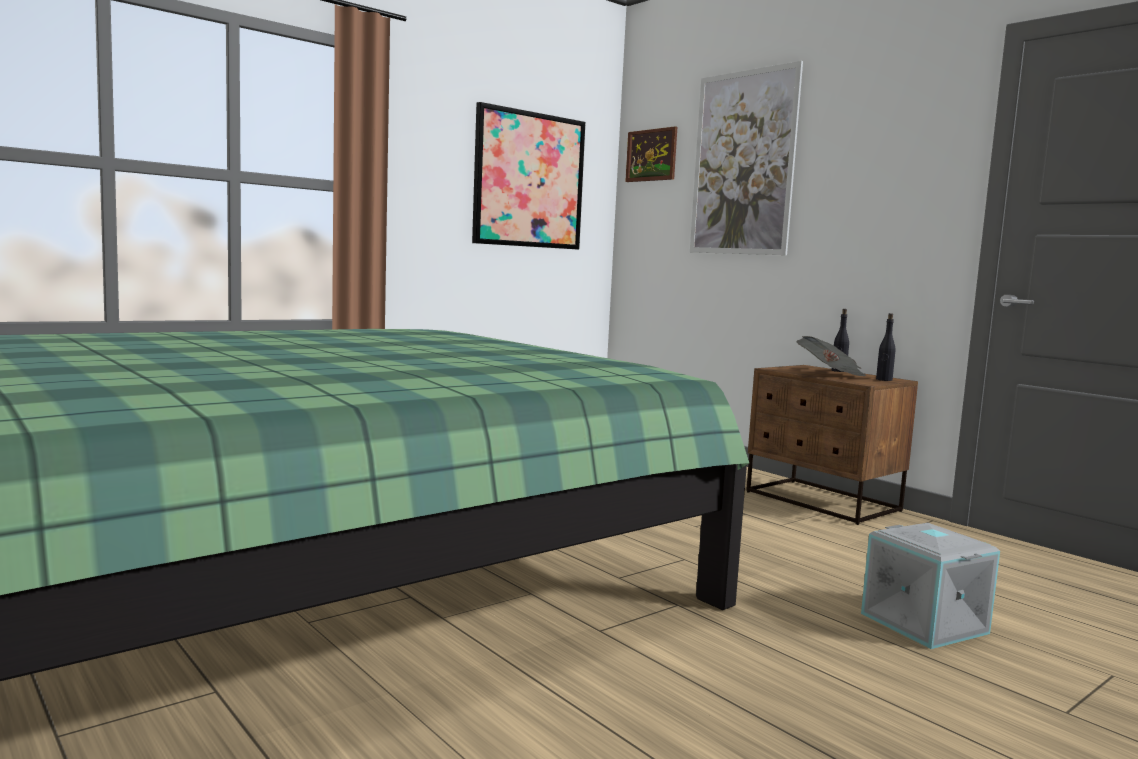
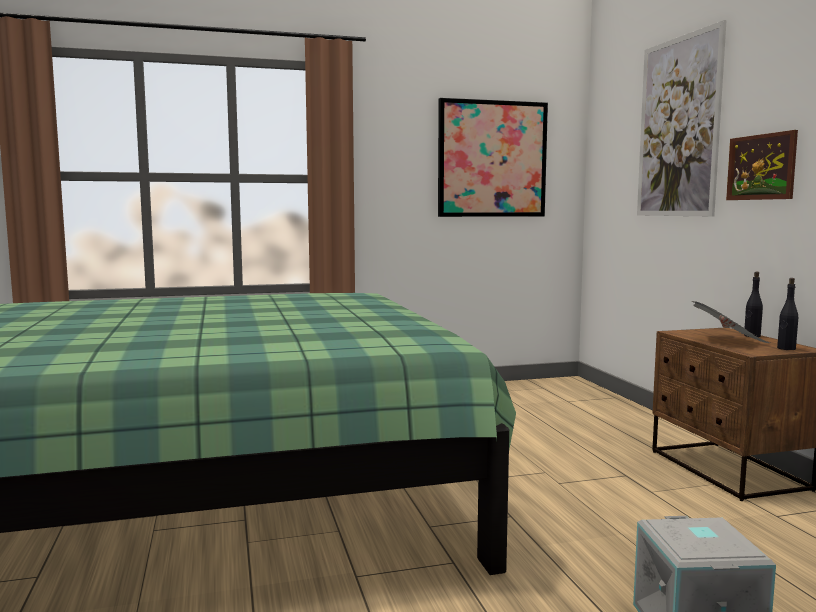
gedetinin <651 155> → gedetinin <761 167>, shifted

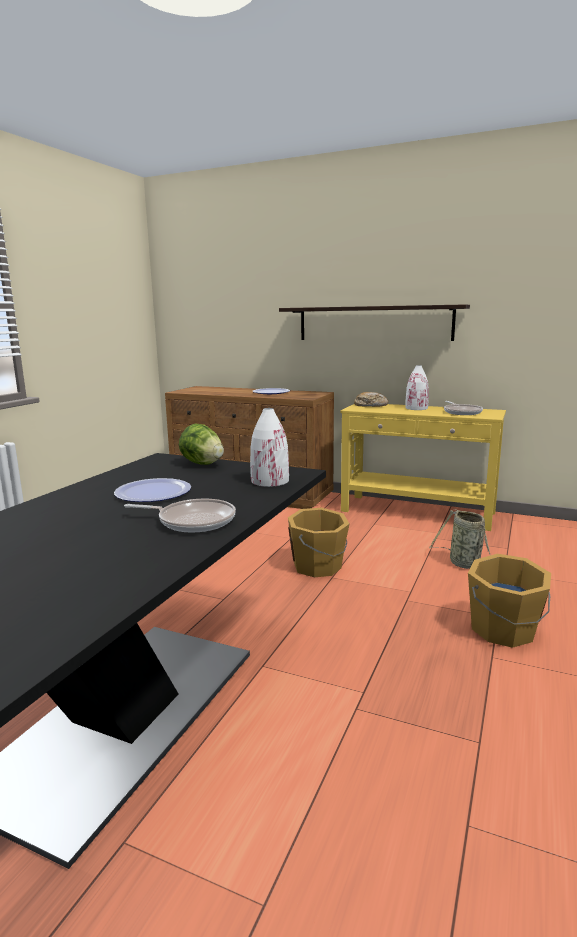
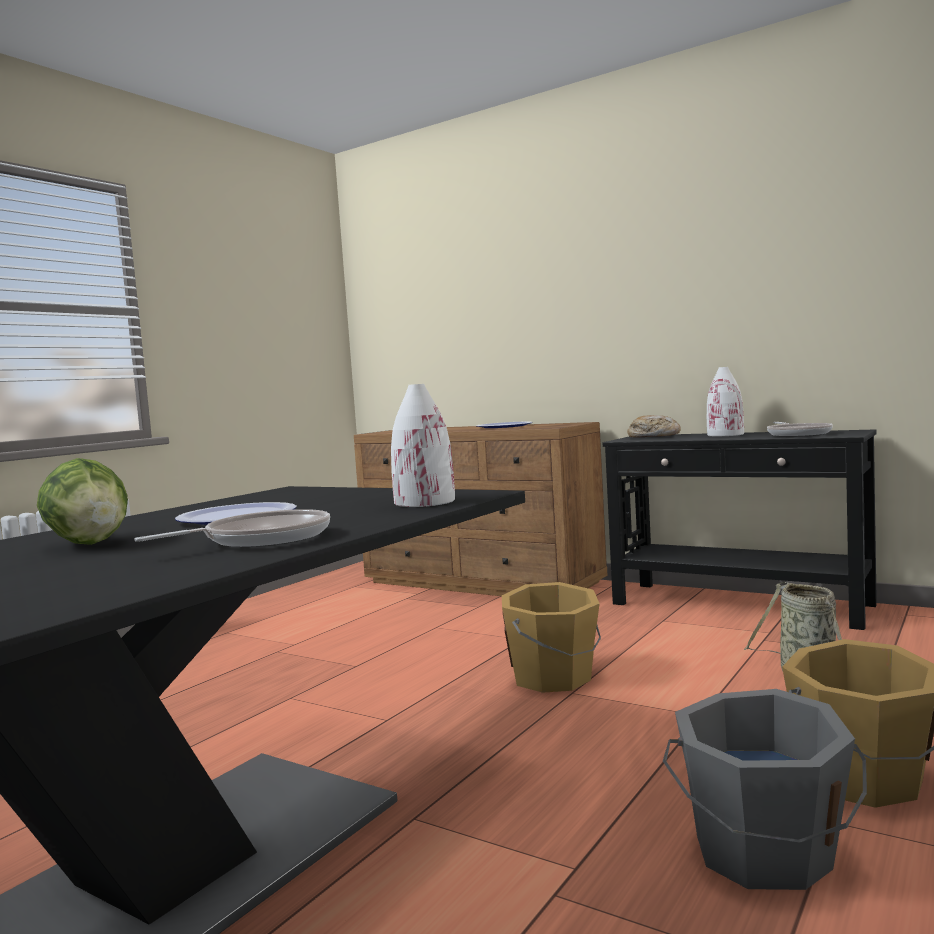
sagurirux <374 323> → -
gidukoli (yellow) <417 512> → gidukoli (black) <740 605>
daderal <202 463> → daderal <90 543>, shifted
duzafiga <192 521> → duzafiga <260 539>, 60 degrees counterclockwise
- → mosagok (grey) <763 854>

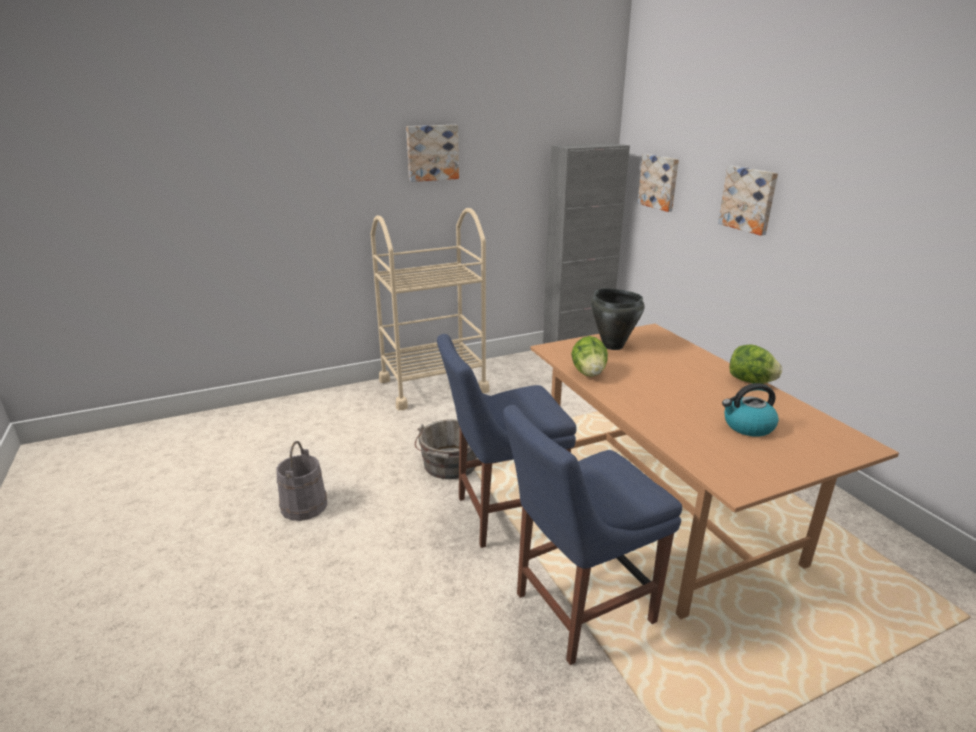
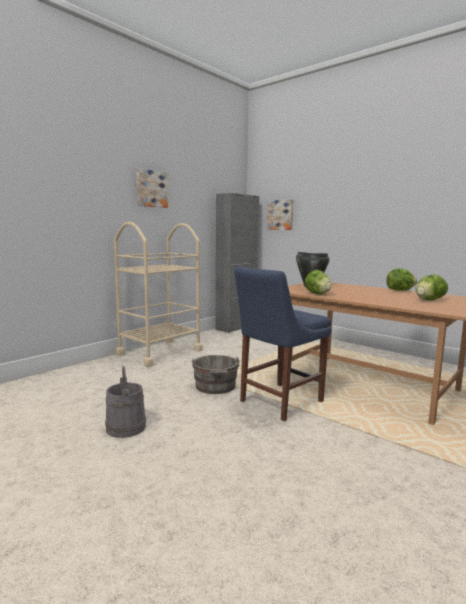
gedetinin <749 199> → -
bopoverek <747 426> → daderal <429 300>
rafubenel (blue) <578 609> → -

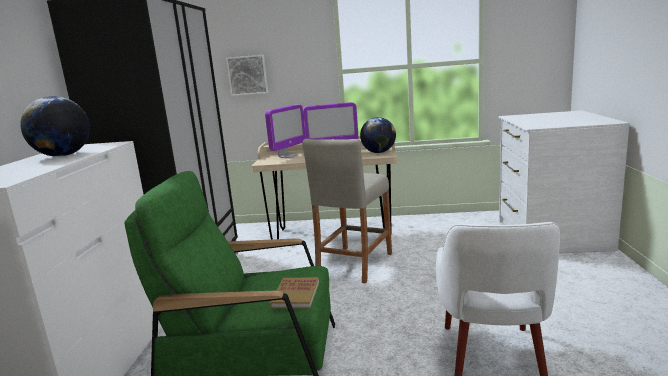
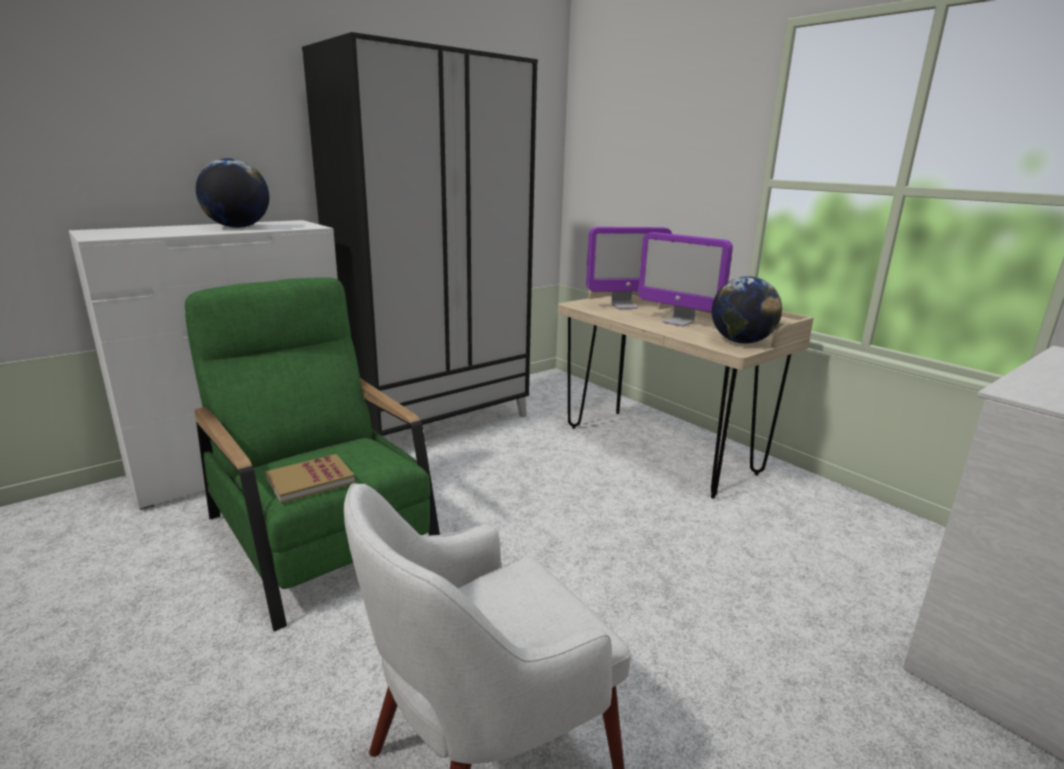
gedetinin <248 75> → -
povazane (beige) <354 264> → -

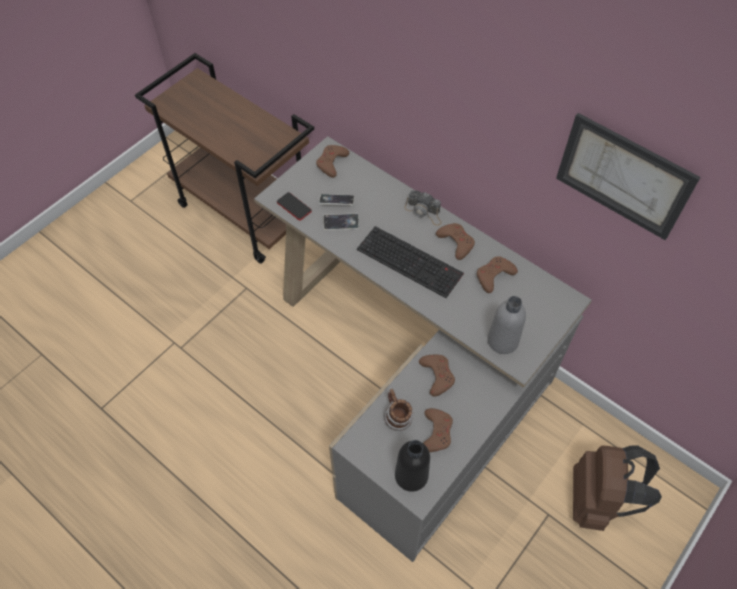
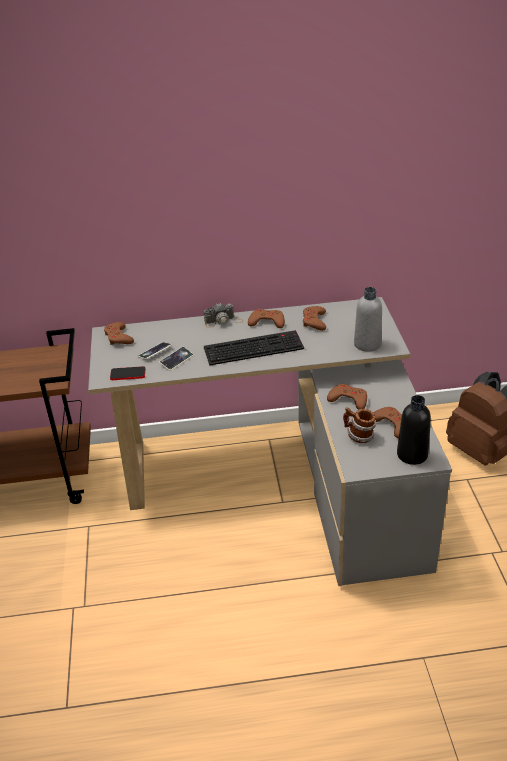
gedetinin <623 176> → -

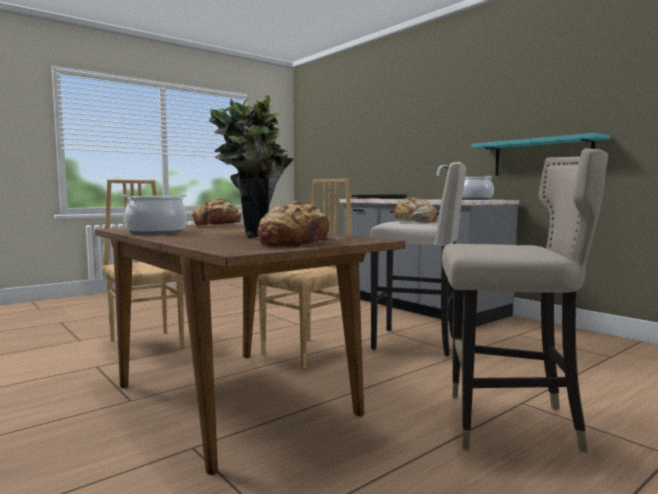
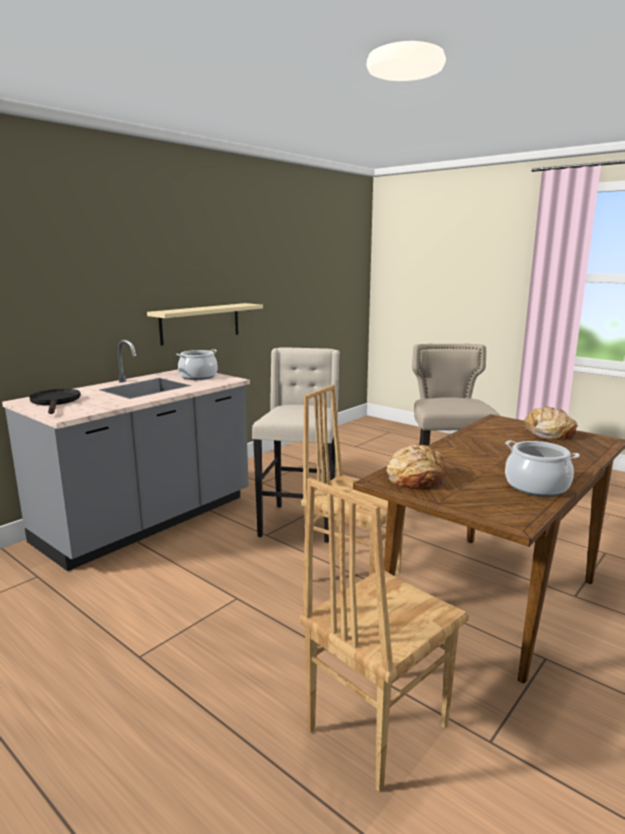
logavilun <254 235> → -
sagurirux (turquoise) <541 157> → sagurirux (beige) <200 323>
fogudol <414 221> → -

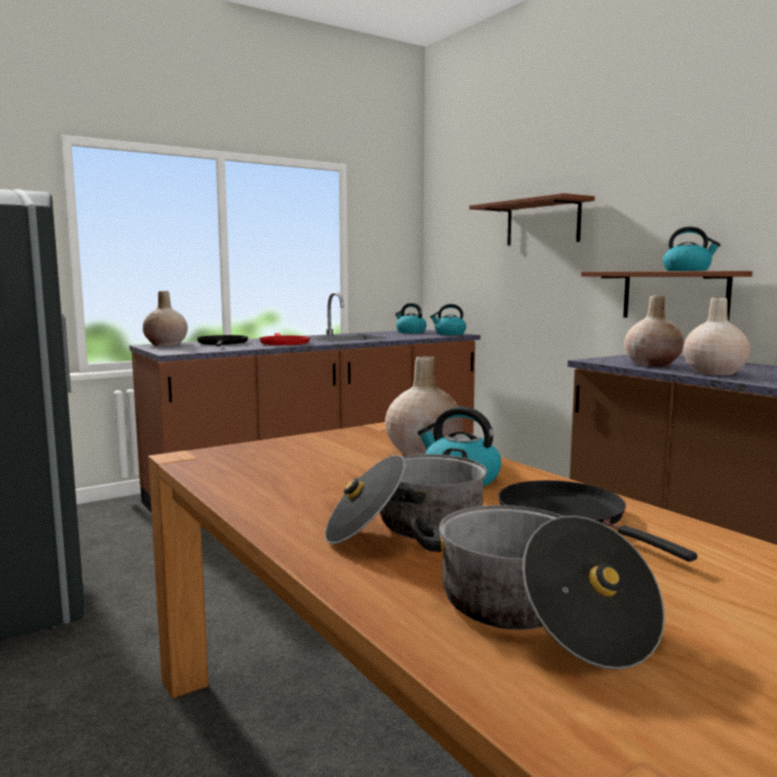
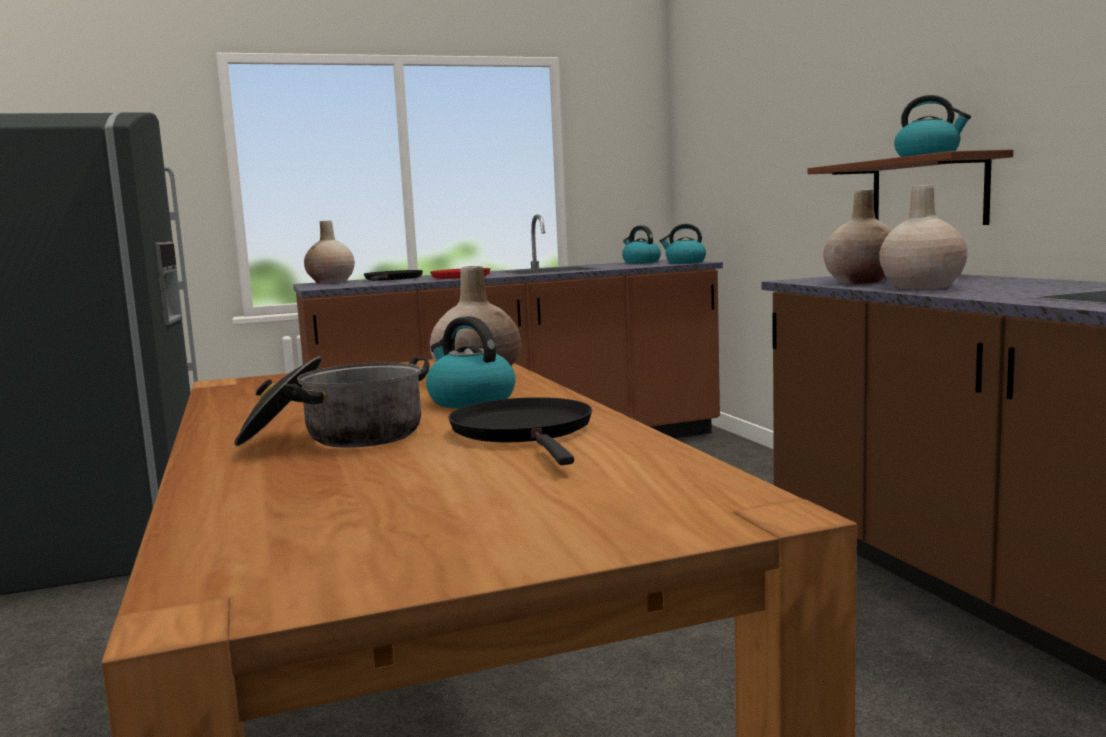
sagurirux (brown) <542 223> → -
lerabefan <536 614> → -

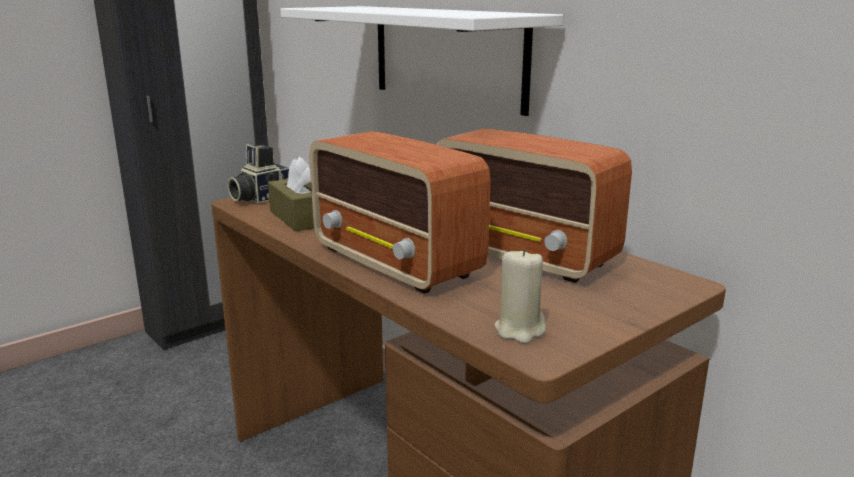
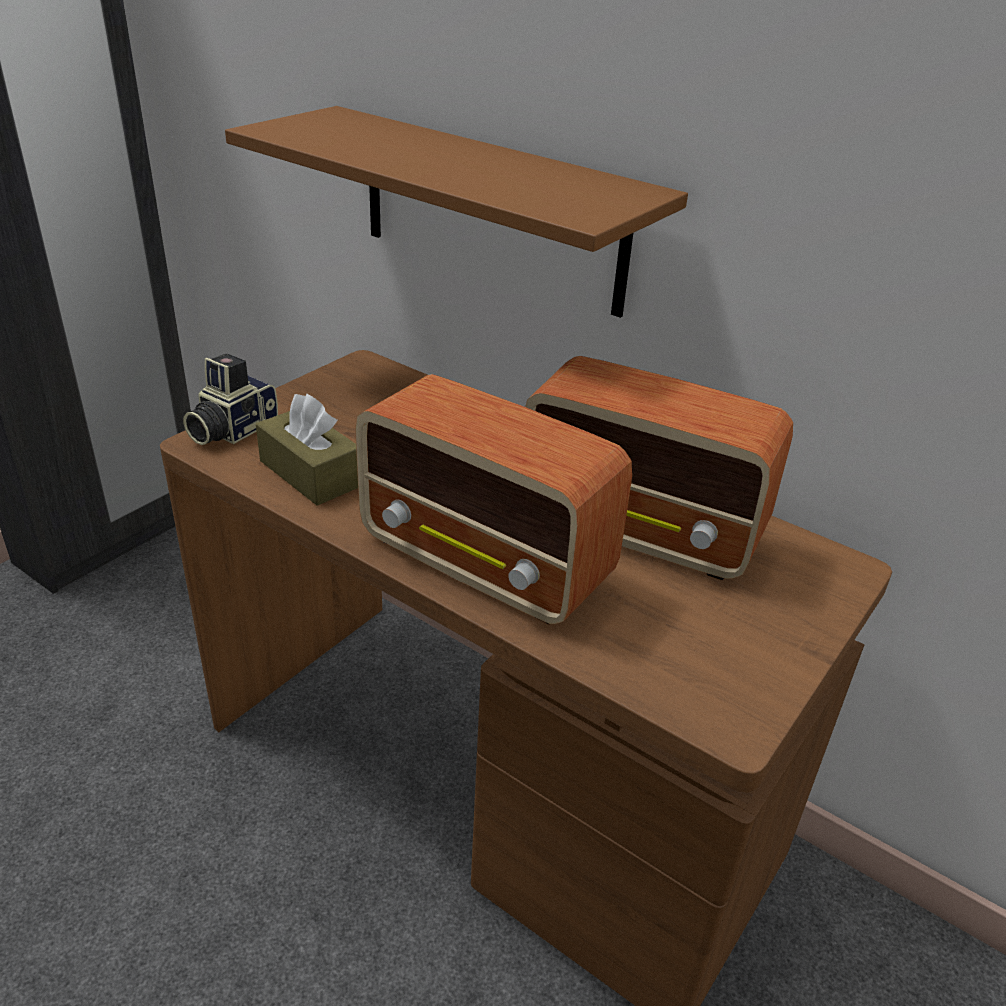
sagurirux (white) <447 56> → sagurirux (brown) <490 210>
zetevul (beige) <519 330> → -

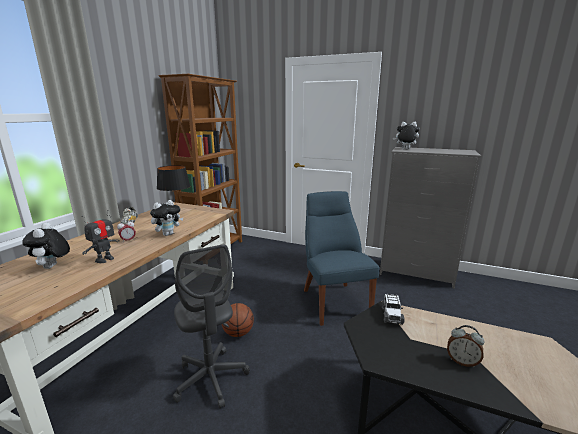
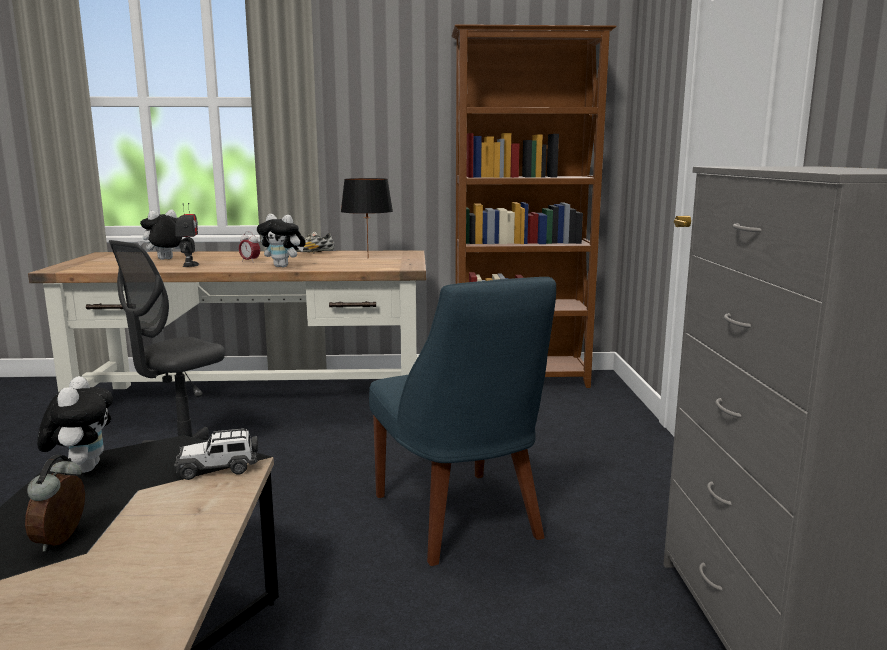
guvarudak <405 149> → guvarudak <83 468>, shifted
rafubenel (blue) <334 300> → rafubenel (blue) <460 520>, 105 degrees clockwise
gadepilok <105 259> → gadepilok <190 265>, 105 degrees counterclockwise
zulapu <238 332> → -

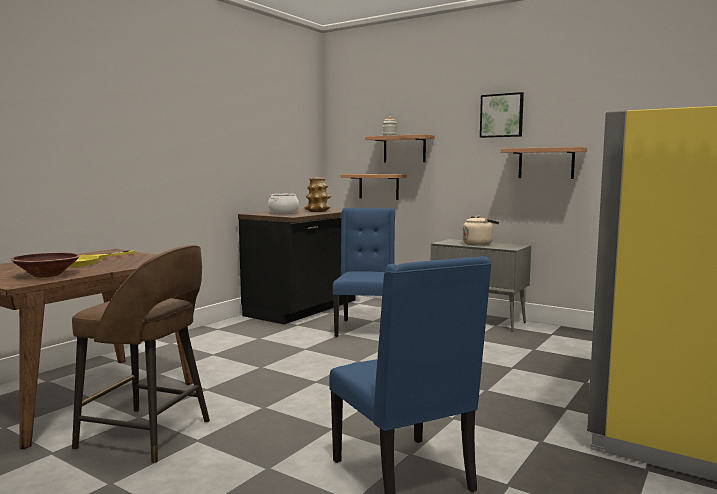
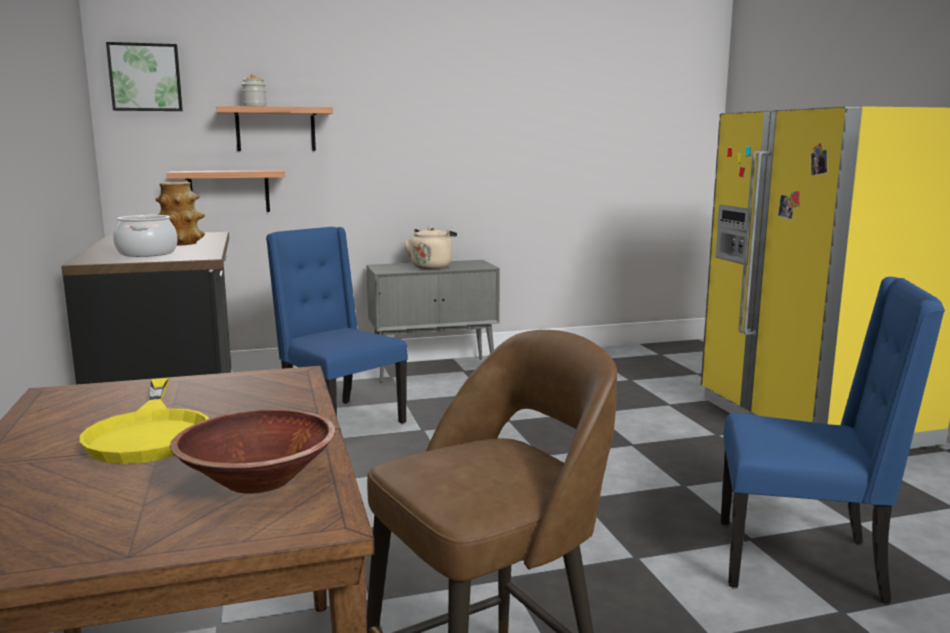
gedetinin <502 115> → gedetinin <145 77>, shifted
sagurirux <546 163> → -

